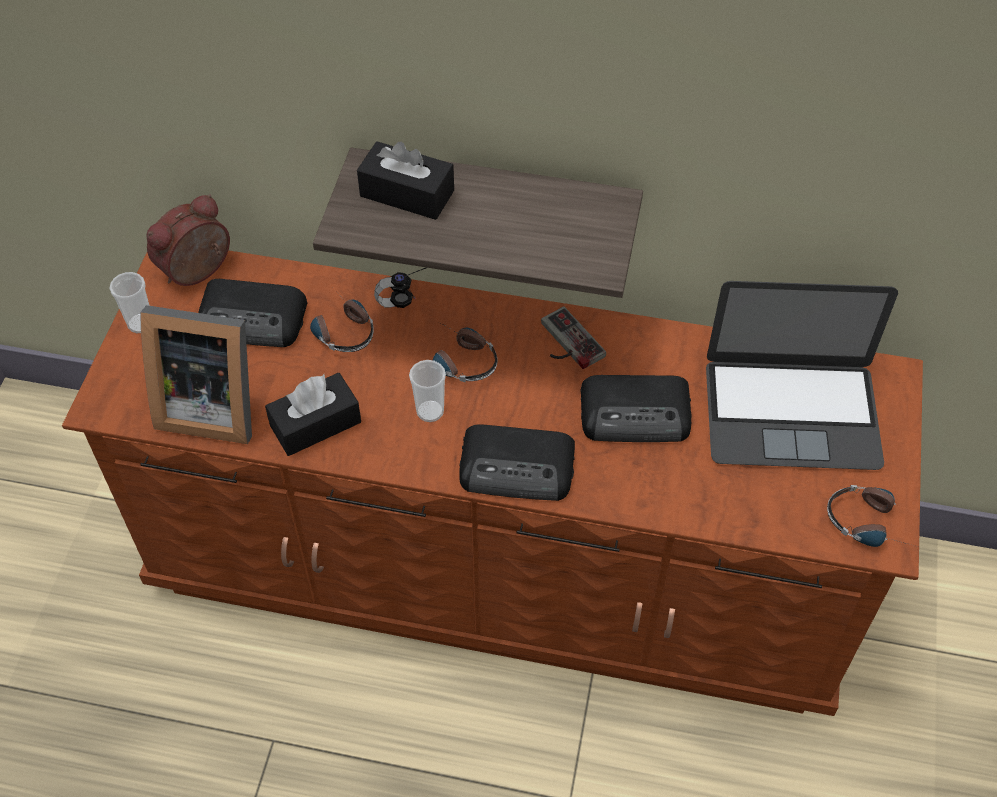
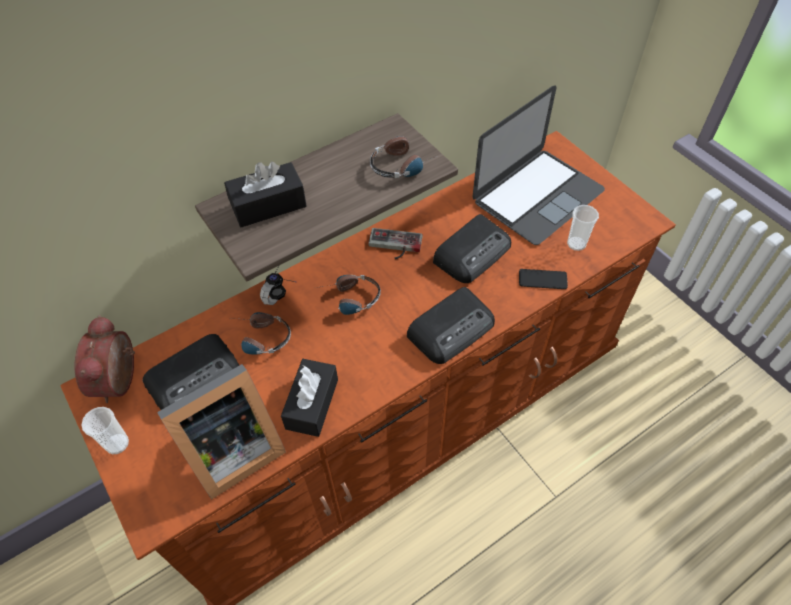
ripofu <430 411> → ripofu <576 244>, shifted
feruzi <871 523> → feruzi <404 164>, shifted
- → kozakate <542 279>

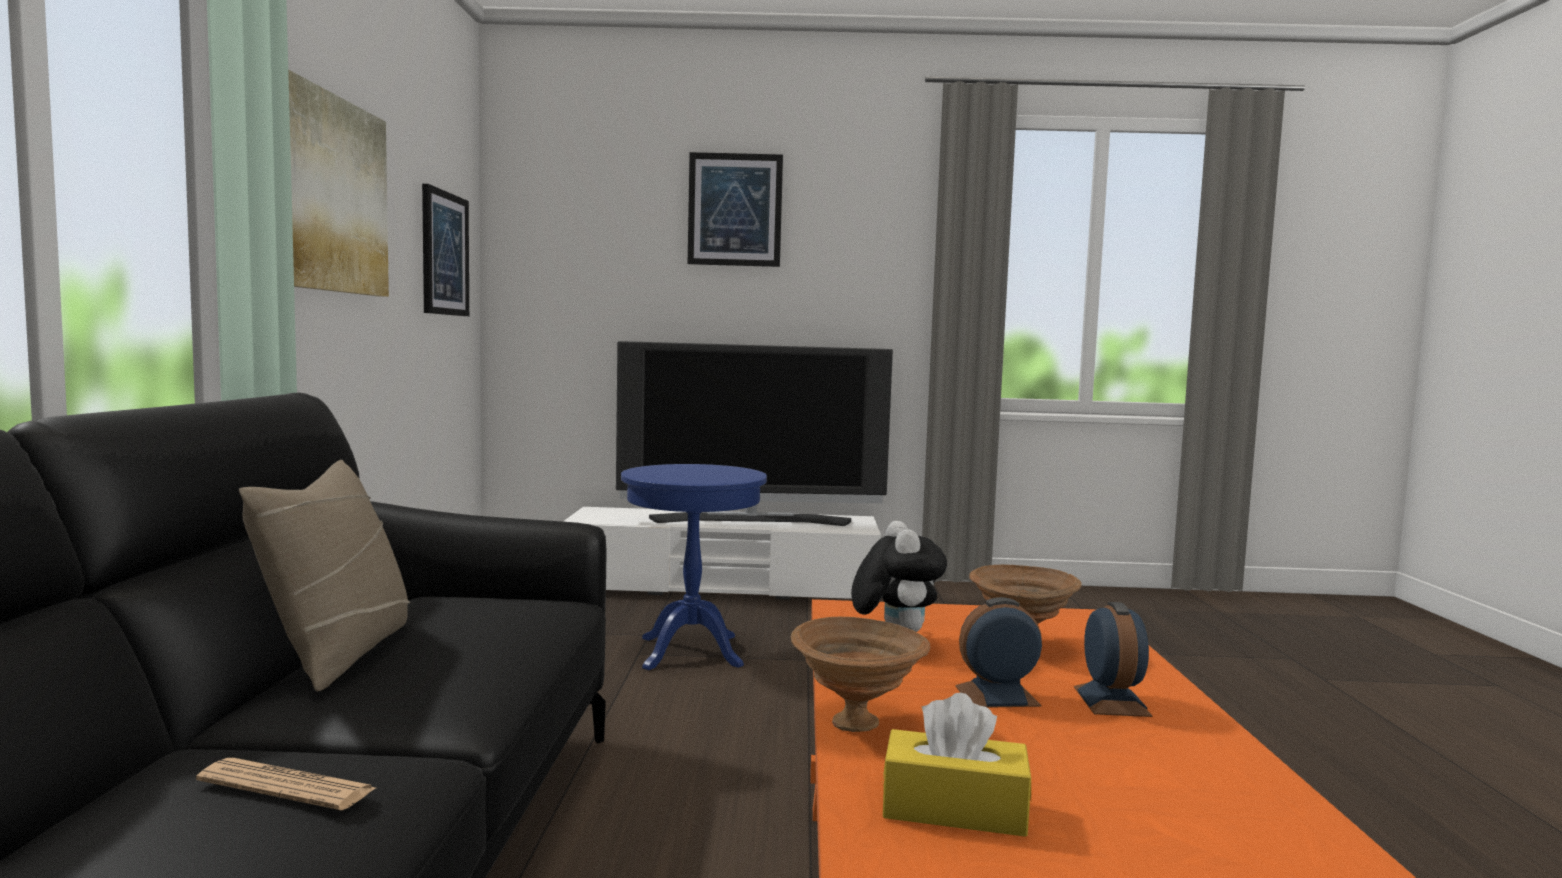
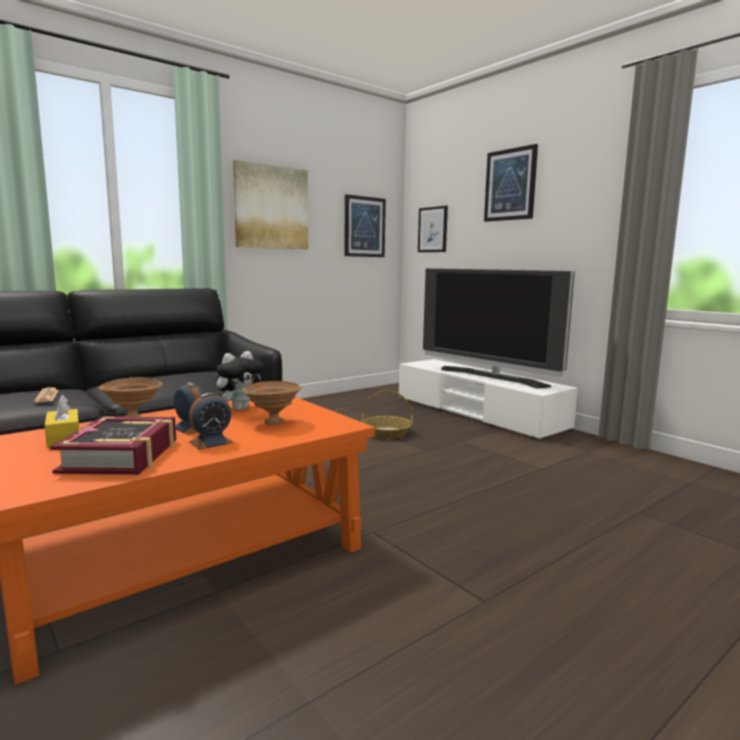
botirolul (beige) <339 653> → -
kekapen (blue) <691 651> → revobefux <387 432>
- → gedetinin <433 229>
- → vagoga <121 456>

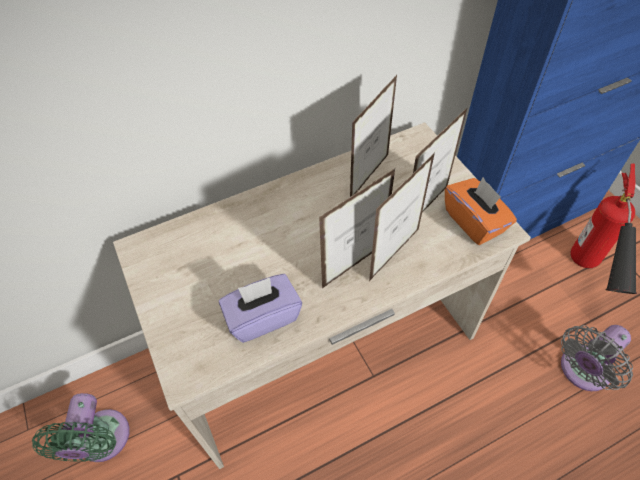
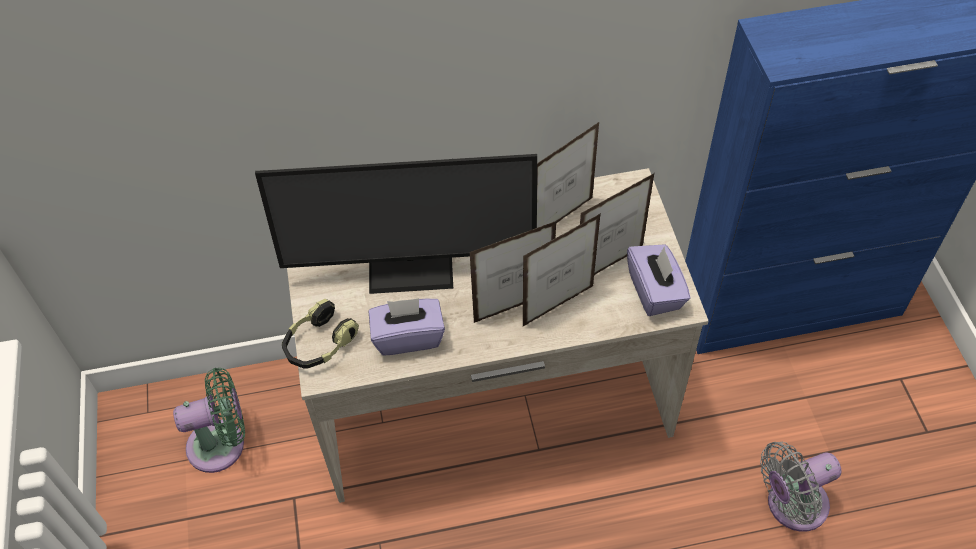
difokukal <587 280> → -
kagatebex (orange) <474 222> → kagatebex (purple) <655 291>
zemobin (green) <102 442> → zemobin (green) <222 444>, 120 degrees counterclockwise
- → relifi <410 260>
- → feruzi <319 344>

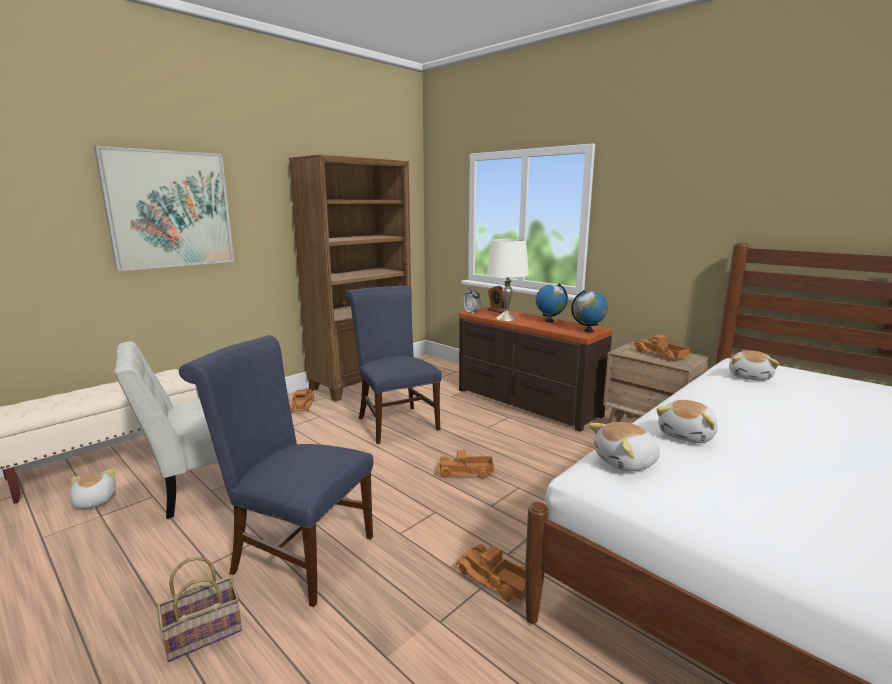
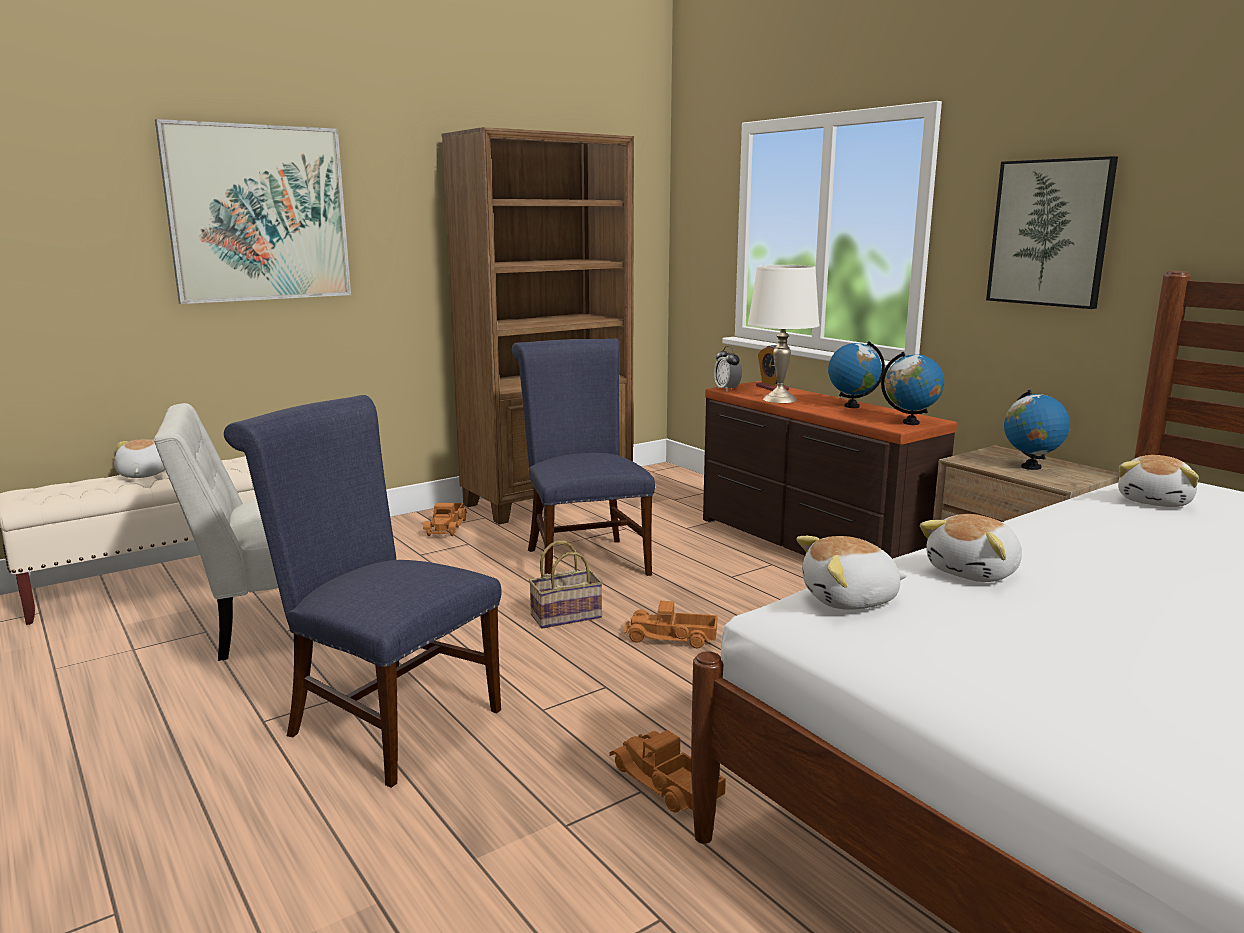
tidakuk <660 355> → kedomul <1030 467>
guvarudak <93 501> → guvarudak <142 475>, shifted
revobefux <205 632> → revobefux <567 615>, shifted
- → gedetinin <1050 233>

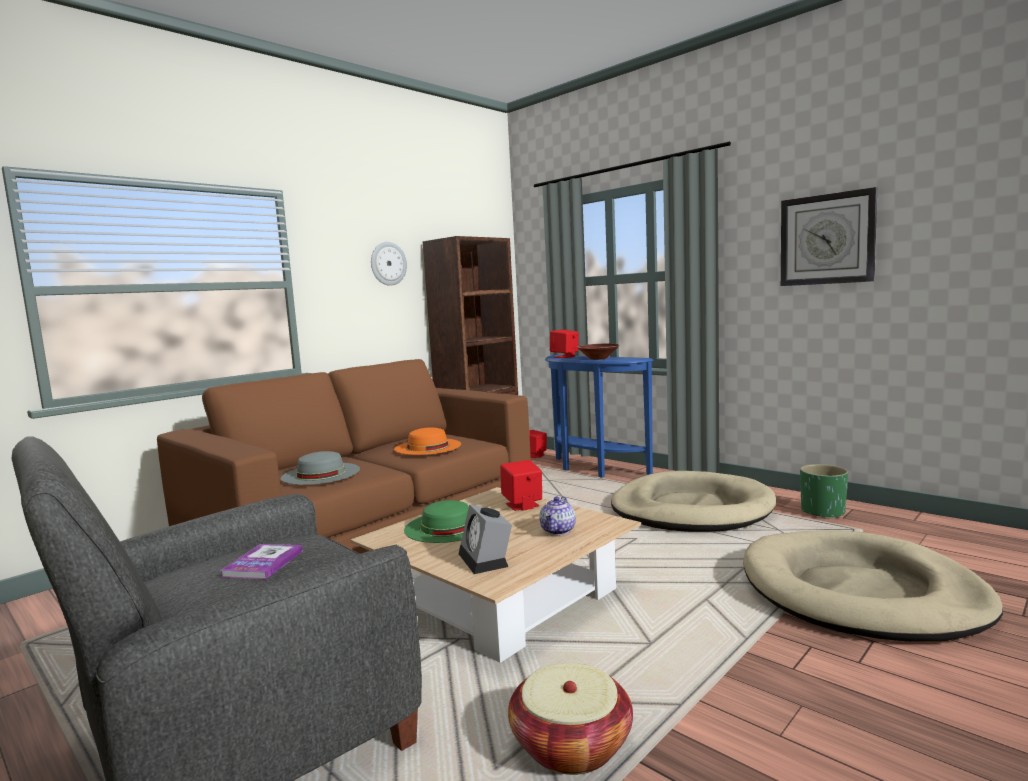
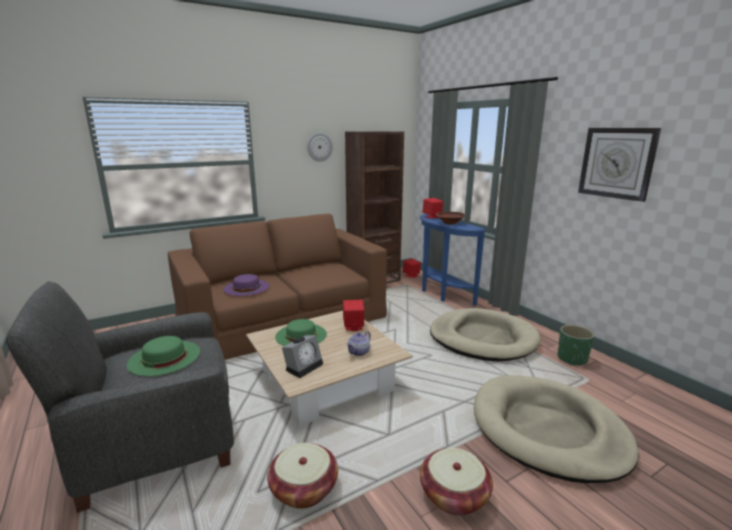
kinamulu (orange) <427 446> → -
kinamulu (grey) <320 473> → kinamulu (purple) <246 287>
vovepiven <486 560> → vovepiven <304 366>, 135 degrees counterclockwise
vagoga <263 563> → kinamulu (green) <164 357>
- → revobefux <454 495>

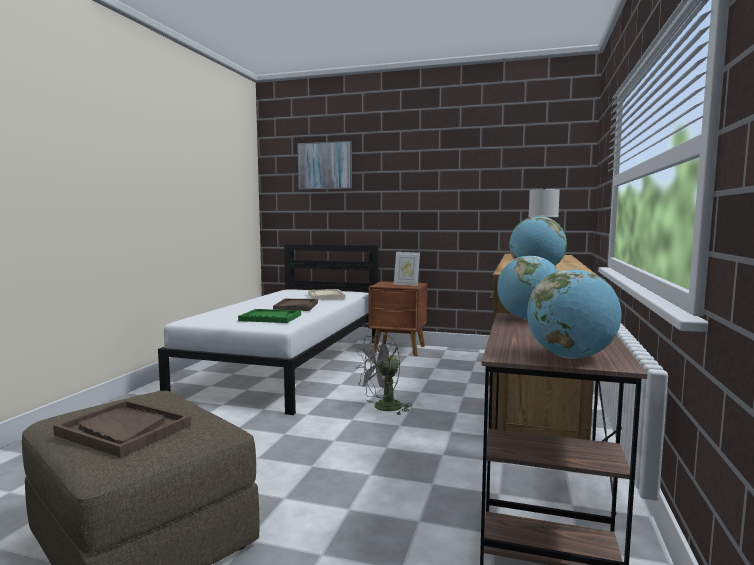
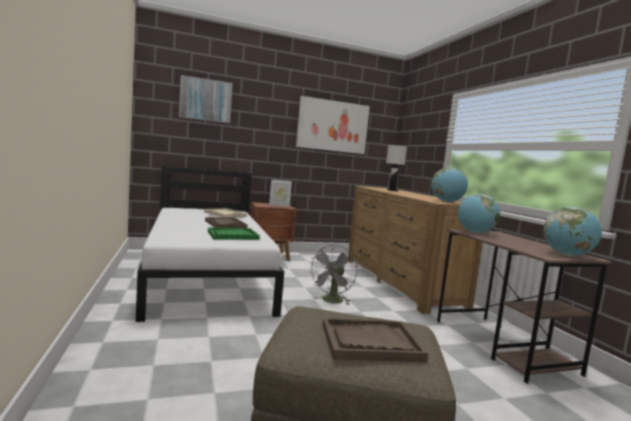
- → gedetinin <332 126>

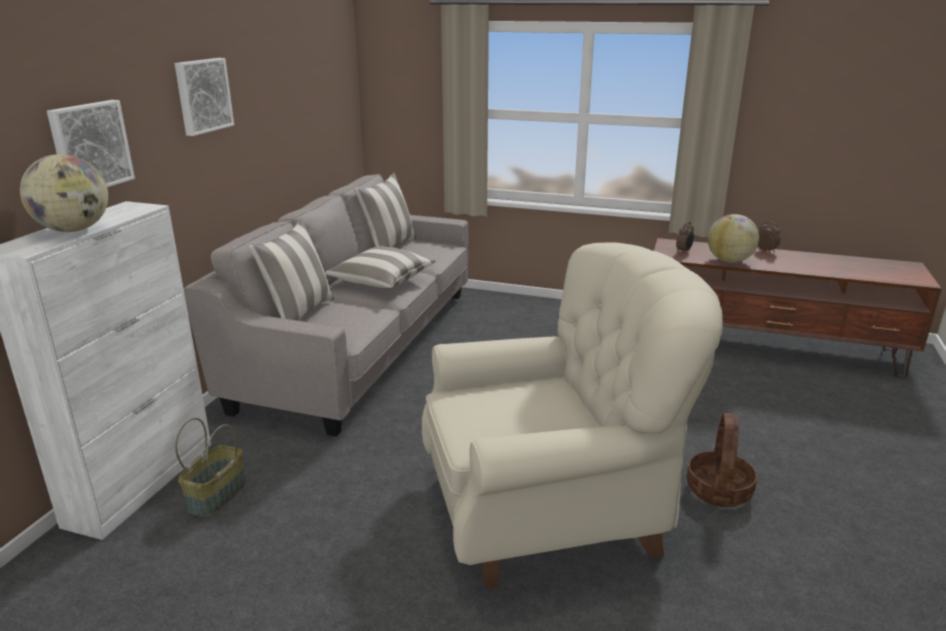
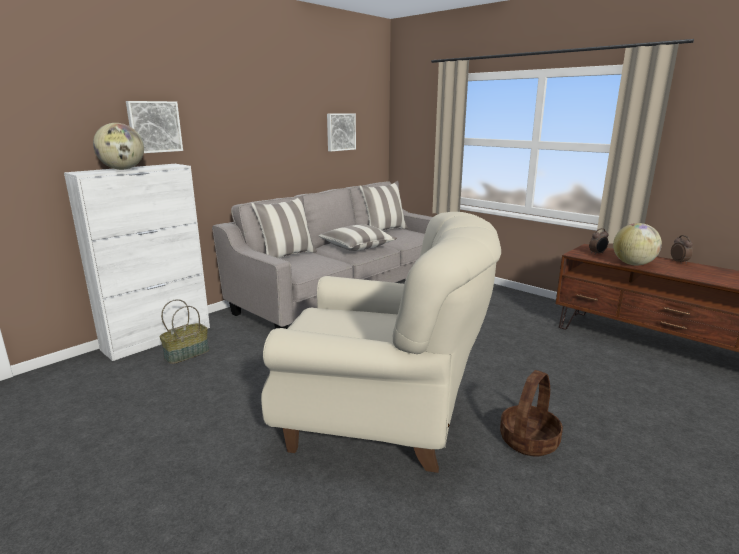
gedetinin <202 95> → gedetinin <340 132>, shifted

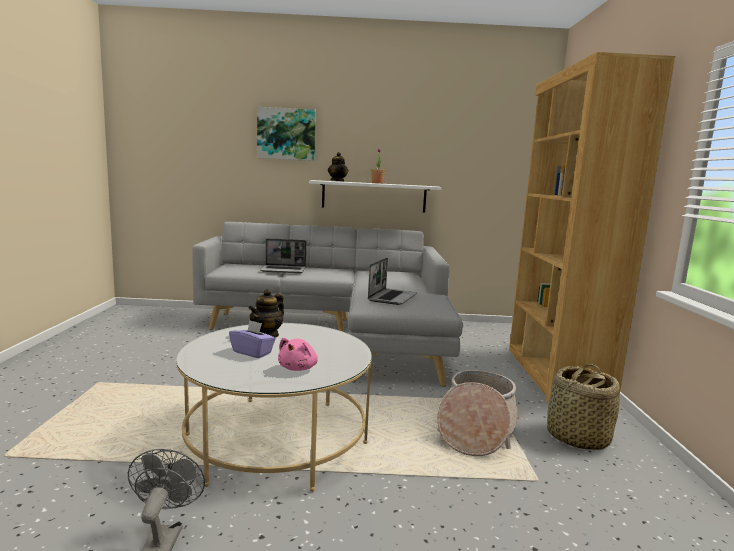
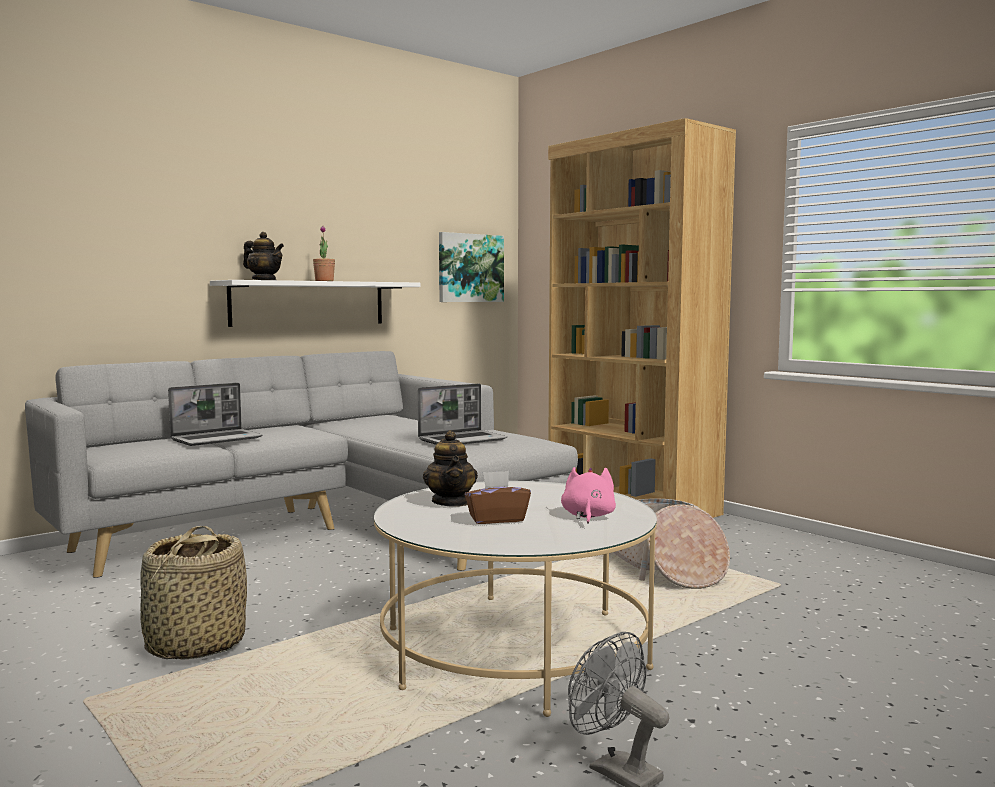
gedetinin <286 134> → gedetinin <470 268>, shifted
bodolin <392 297> → bodolin <463 440>, 75 degrees clockwise
kagatebex (purple) <252 352> → kagatebex (brown) <496 519>
guvarudak (pink) <298 368> → guvarudak (pink) <587 516>, 150 degrees counterclockwise
revobefux <577 437> → revobefux <194 645>, shifted

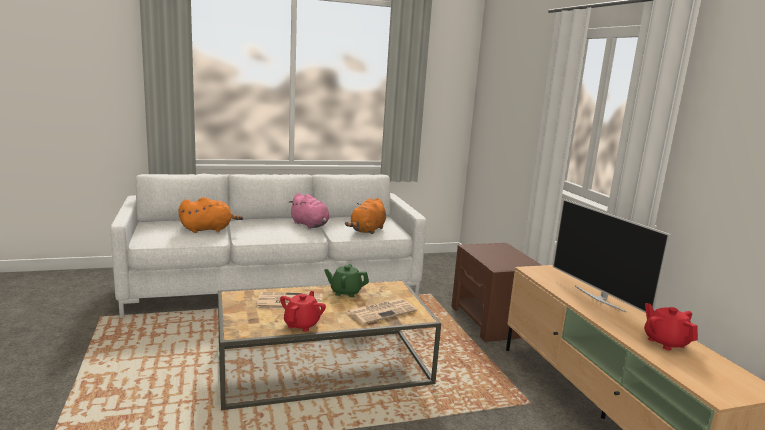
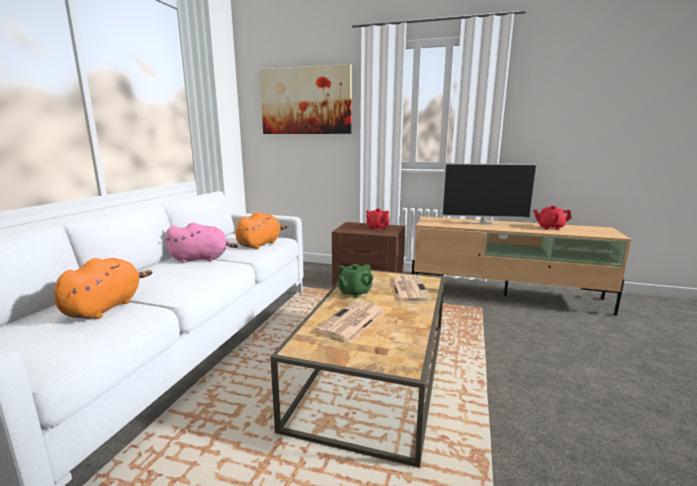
guvarudak (orange) <367 230> → guvarudak (orange) <260 244>, 120 degrees counterclockwise
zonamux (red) <302 324> → zonamux (red) <377 228>, shifted
- → gedetinin <305 101>

